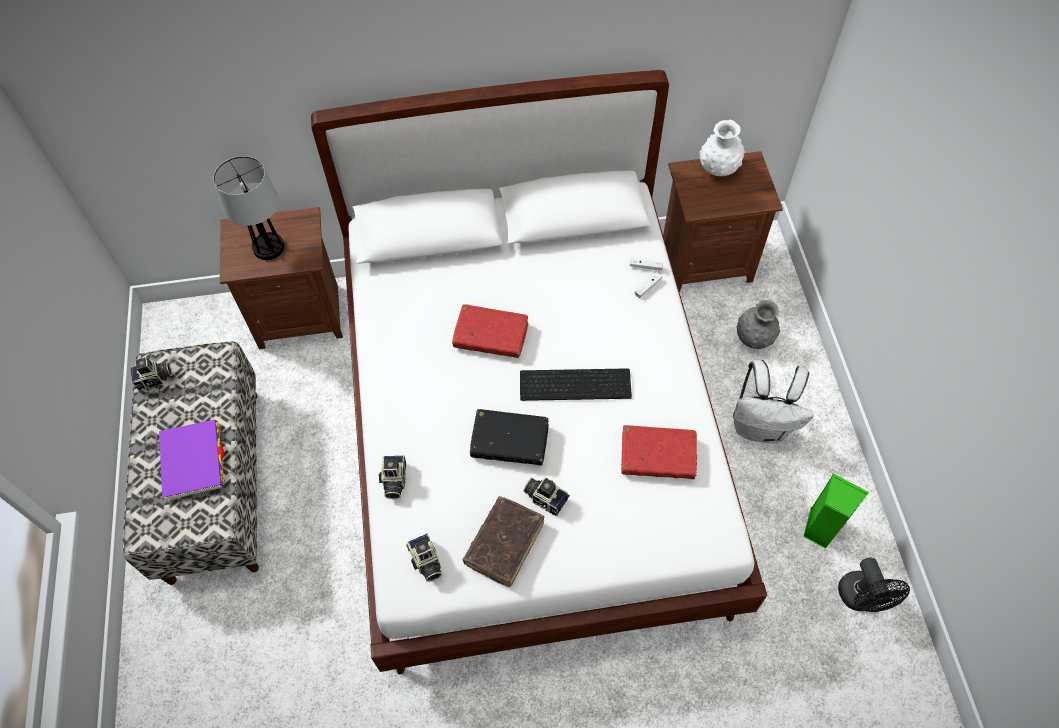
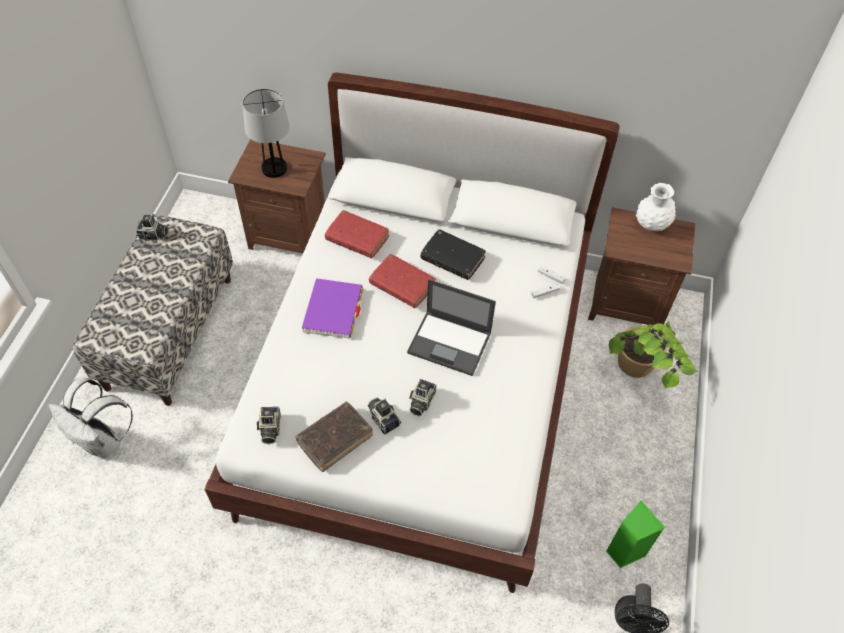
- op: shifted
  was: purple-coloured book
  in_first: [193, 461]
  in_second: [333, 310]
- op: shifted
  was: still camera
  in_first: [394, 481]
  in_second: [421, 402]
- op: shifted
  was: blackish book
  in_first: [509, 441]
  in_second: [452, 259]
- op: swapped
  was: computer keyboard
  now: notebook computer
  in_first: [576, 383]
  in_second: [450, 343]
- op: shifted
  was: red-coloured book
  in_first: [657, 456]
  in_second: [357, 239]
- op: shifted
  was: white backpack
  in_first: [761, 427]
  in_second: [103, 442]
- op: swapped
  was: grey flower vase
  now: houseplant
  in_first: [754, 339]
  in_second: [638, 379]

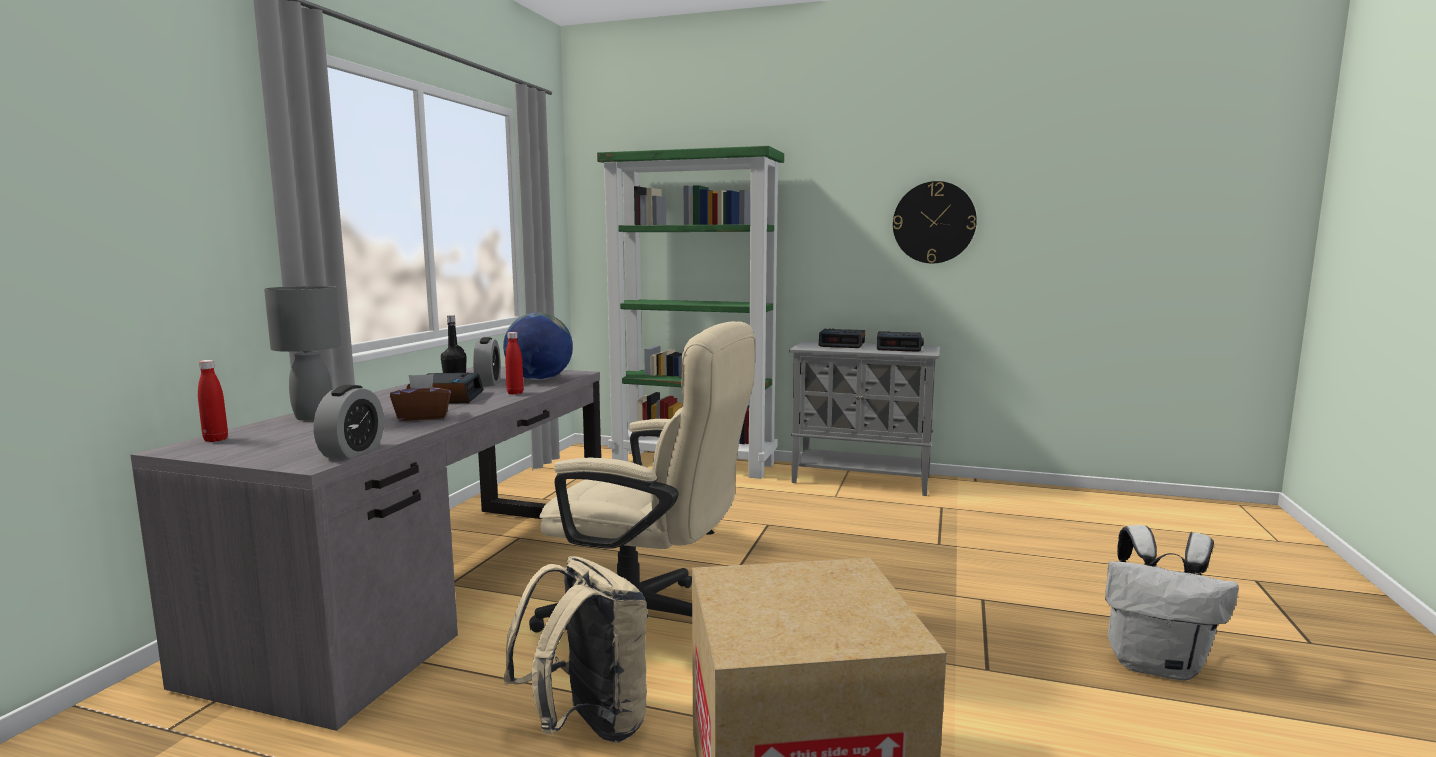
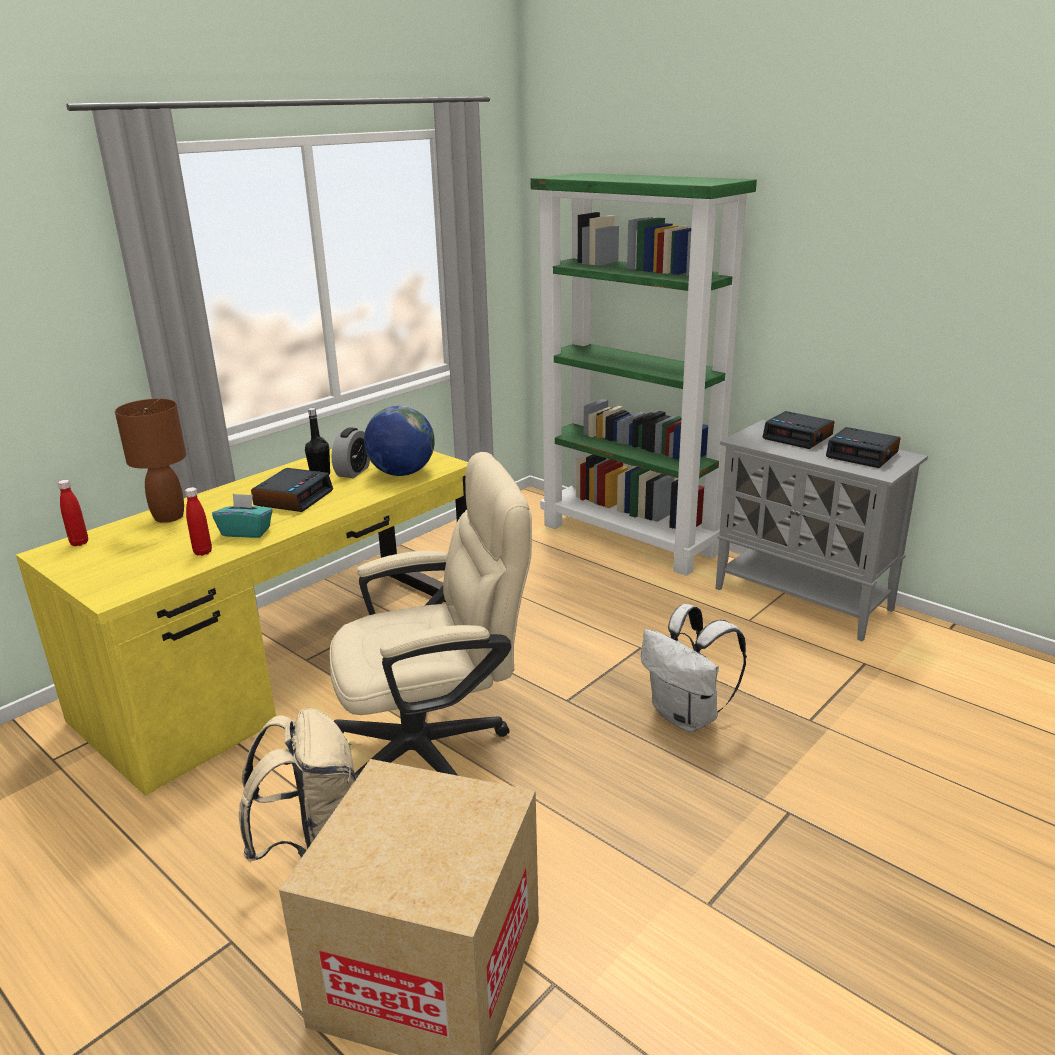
- op: repainted
  was: grey desk table
  now: yellowish desk table
  in_first: [435, 588]
  in_second: [292, 662]
- op: repainted
  was: grey table lamp
  now: brown-coloured table lamp
  in_first: [313, 417]
  in_second: [169, 517]
- op: gone
  was: table clock
  in_first: [352, 451]
- op: repainted
  was: brown-coloured box of tissues
  now: turquoise box of tissues
  in_first: [423, 417]
  in_second: [246, 532]
- op: shifted
  was: red-coloured drink bottle
  in_first: [515, 393]
  in_second: [203, 552]
- op: rotated
  was: beige-coloured office chair
  in_first: [648, 621]
  in_second: [436, 748]
  clockwise: -60
- op: gone
  was: hanging clock
  in_first: [934, 222]
- op: shifted
  was: white backpack
  in_first: [1156, 665]
  in_second: [688, 717]

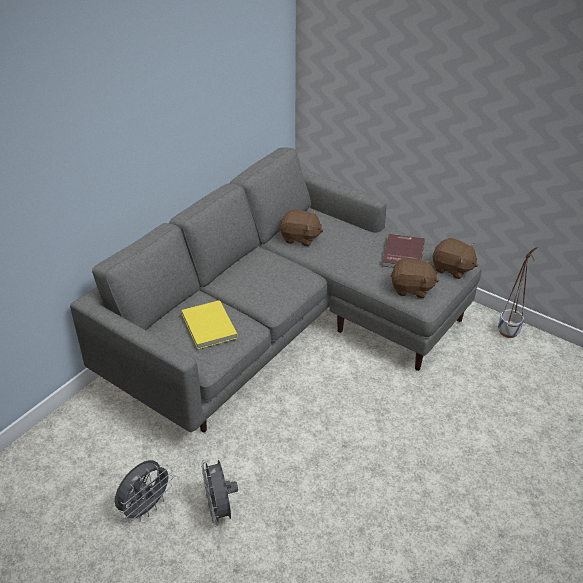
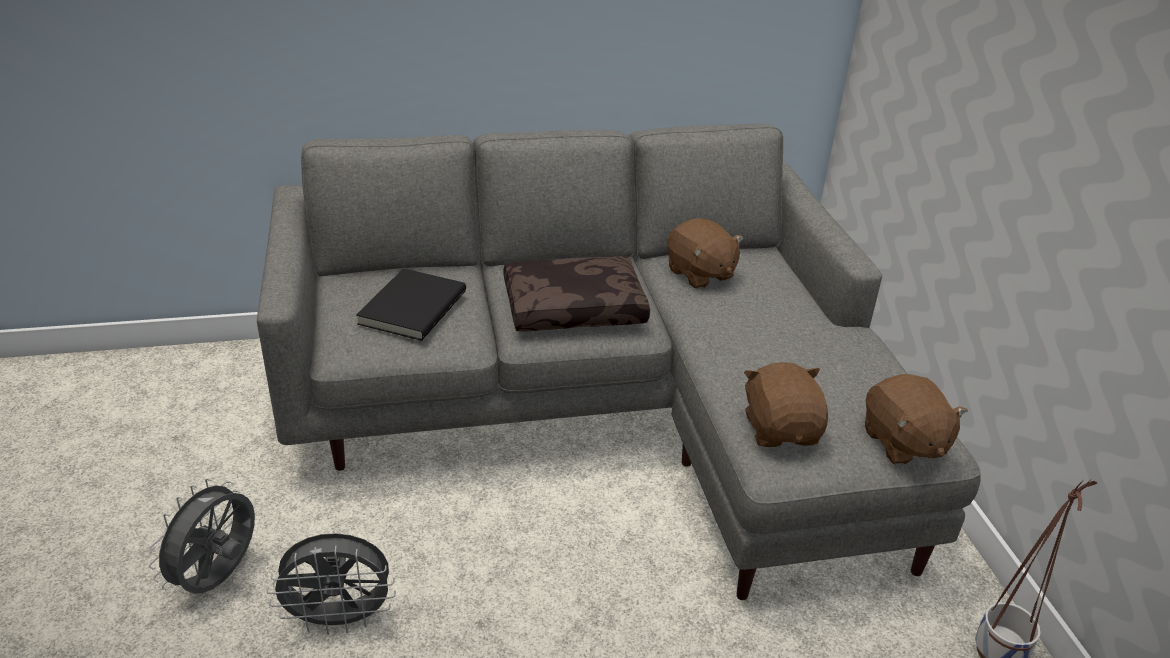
- op: shifted
  was: grey fan
  in_first: [146, 508]
  in_second: [340, 619]
- op: repainted
  was: yellowish book
  now: blackish book
  in_first: [208, 326]
  in_second: [411, 307]
- op: gone
  was: red-coloured book
  in_first: [402, 254]
- op: rotated
  was: brown-coloured cuddly toy
  in_first: [411, 289]
  in_second: [781, 430]
  clockwise: -150
- op: new
  now: brown-coloured cushion
  in_second: [574, 307]

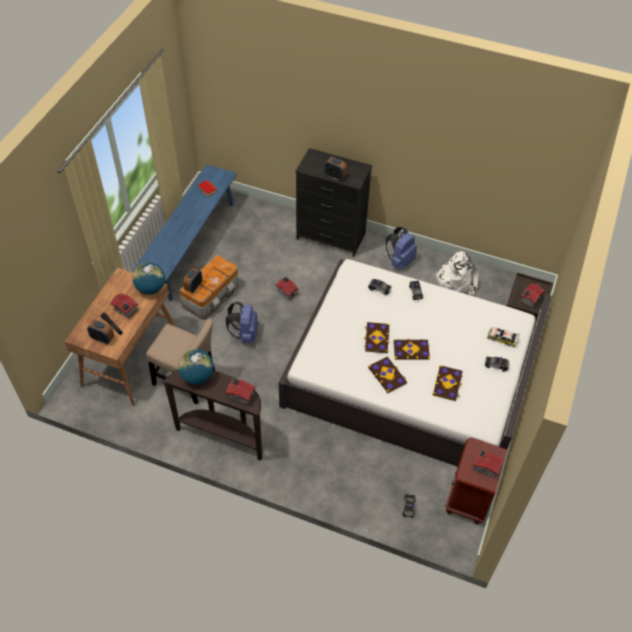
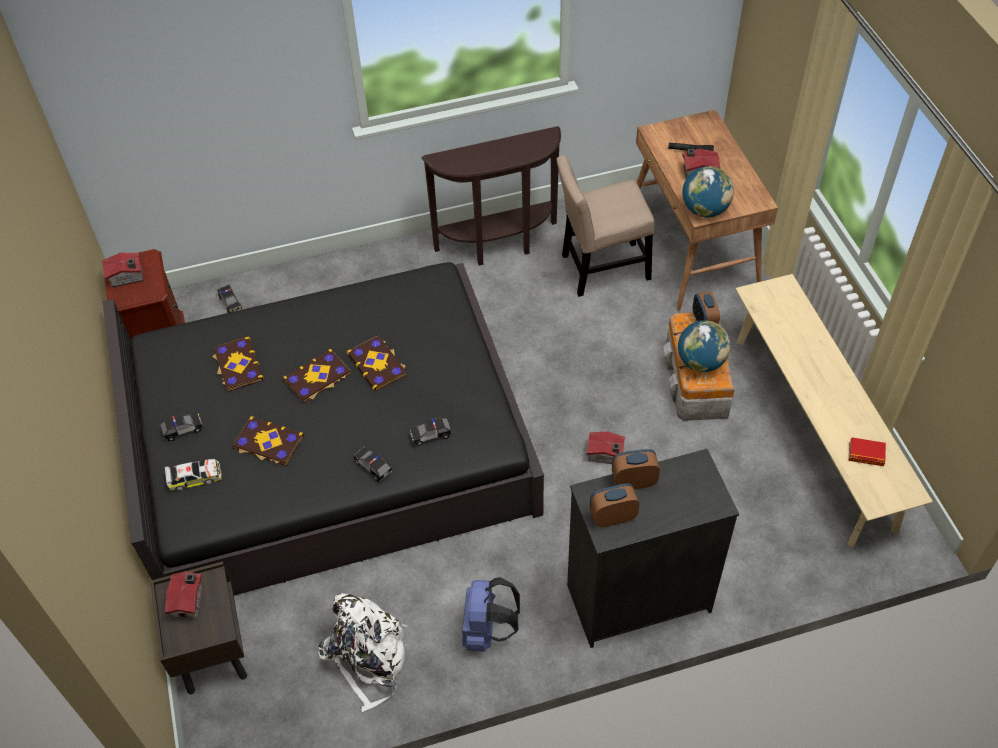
- op: shifted
  was: table clock
  in_first: [102, 339]
  in_second: [612, 517]
- op: repainted
  was: bluish bench
  now: beige-coloured bench
  in_first: [191, 246]
  in_second: [813, 430]
- op: shifted
  was: globe
  in_first: [197, 376]
  in_second: [701, 362]
- op: gone
  was: bluish backpack
  in_first: [245, 334]
- op: gone
  was: miniature house
  in_first: [241, 395]
- op: repainted
  was: white bed
  now: blackish bed
  in_first: [410, 376]
  in_second: [331, 448]
- op: shifted
  was: book
  in_first: [387, 375]
  in_second: [268, 443]

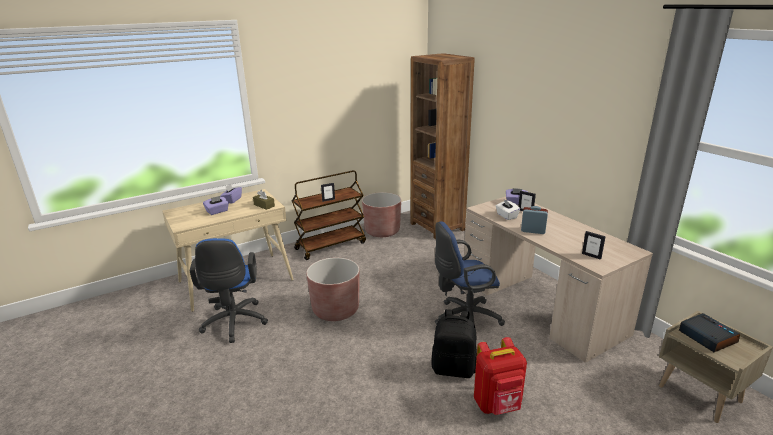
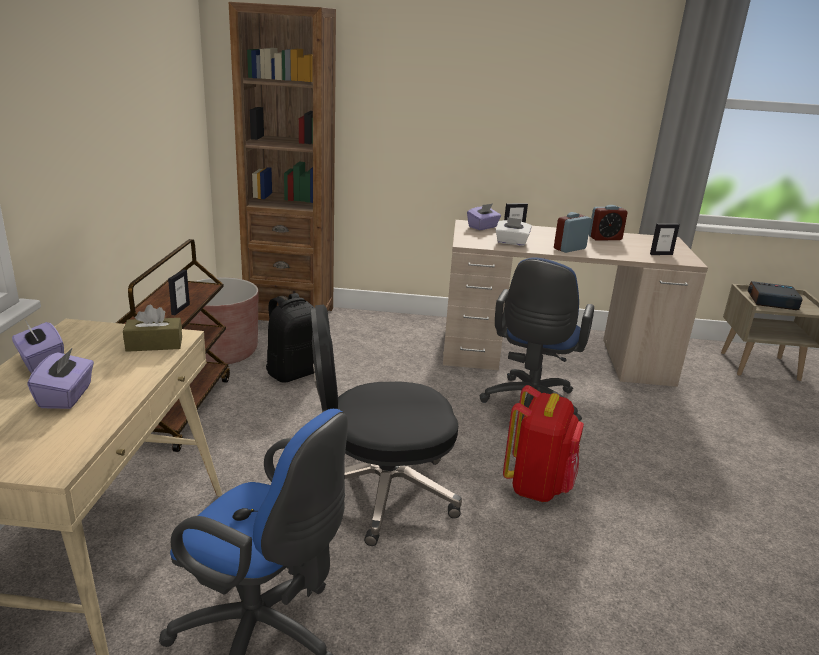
- op: swapped
  was: brown-coloured plant pot
  now: blackish office chair
  in_first: [335, 310]
  in_second: [380, 492]
- op: shifted
  was: blackish backpack
  in_first: [454, 368]
  in_second: [295, 372]
- op: shifted
  was: red-coloured backpack
  in_first: [497, 405]
  in_second: [538, 486]
- op: new
  now: table clock
  in_second: [605, 238]

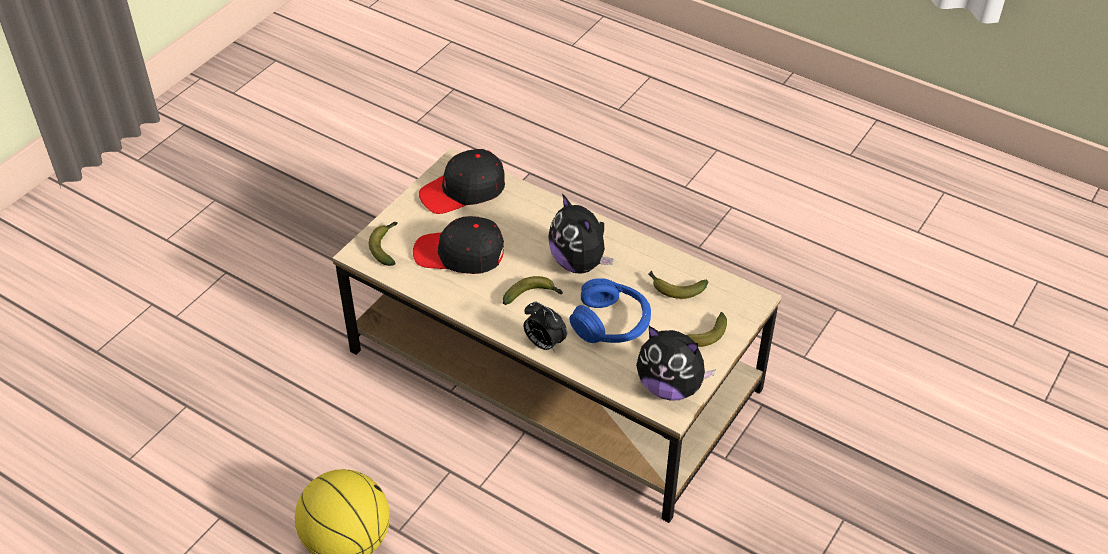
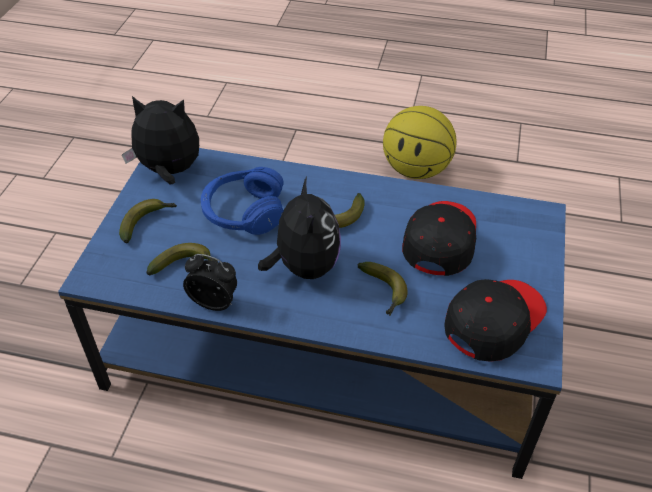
- op: repainted
  was: beige-coloured coffee table
  now: bluish coffee table
  in_first: [554, 369]
  in_second: [325, 346]
- op: shifted
  was: banana fruit
  in_first: [386, 246]
  in_second: [384, 292]
- op: rotated
  was: blackish peaked cap
  in_first: [460, 254]
  in_second: [440, 241]
  clockwise: -60
- op: shifted
  was: table clock
  in_first: [544, 343]
  in_second: [215, 302]
- op: rotated
  was: cuddly toy
  in_first: [579, 263]
  in_second: [304, 266]
  clockwise: 45

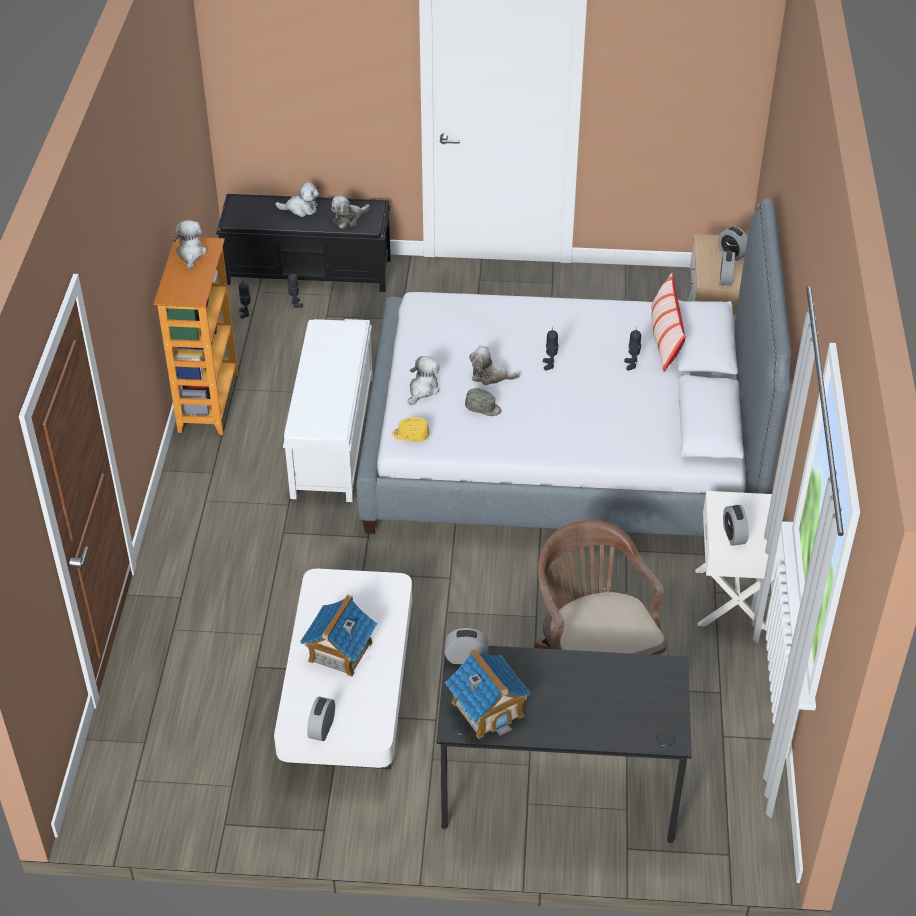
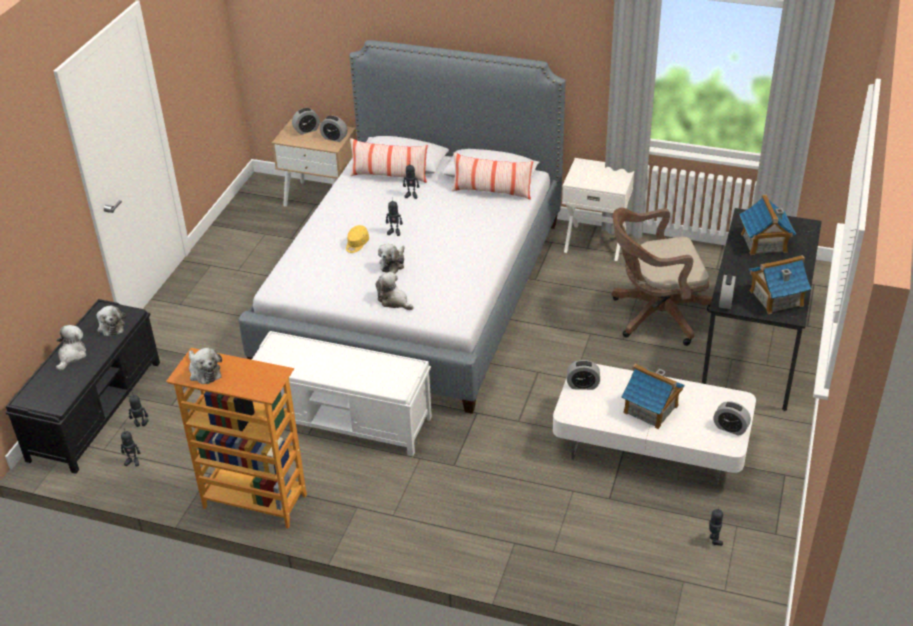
- op: rotated
  was: cuddly toy
  in_first: [190, 254]
  in_second: [204, 372]
  clockwise: -135
- op: shifted
  was: yellowish peaked cap
  in_first: [410, 435]
  in_second: [356, 244]
- op: gone
  was: grey peaked cap
  in_first: [483, 408]
- op: shifted
  was: table clock
  in_first: [733, 535]
  in_second: [582, 385]
- op: new
  now: cushion
  in_second: [492, 192]
- op: new
  now: toy robot
  in_second: [714, 540]
- op: new
  now: miniature house
  in_second: [764, 243]

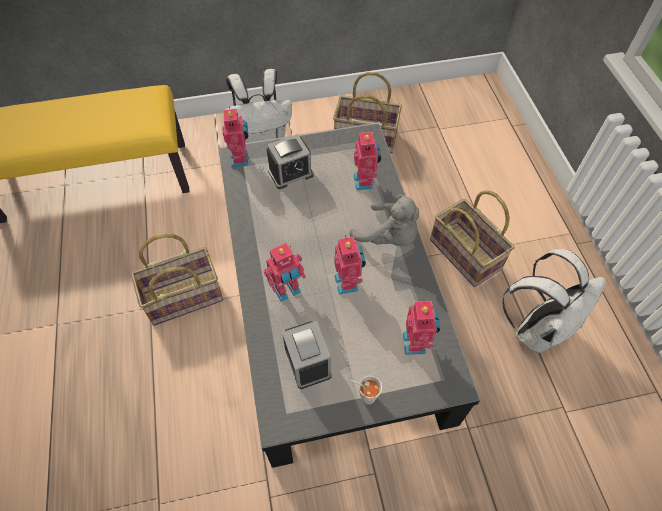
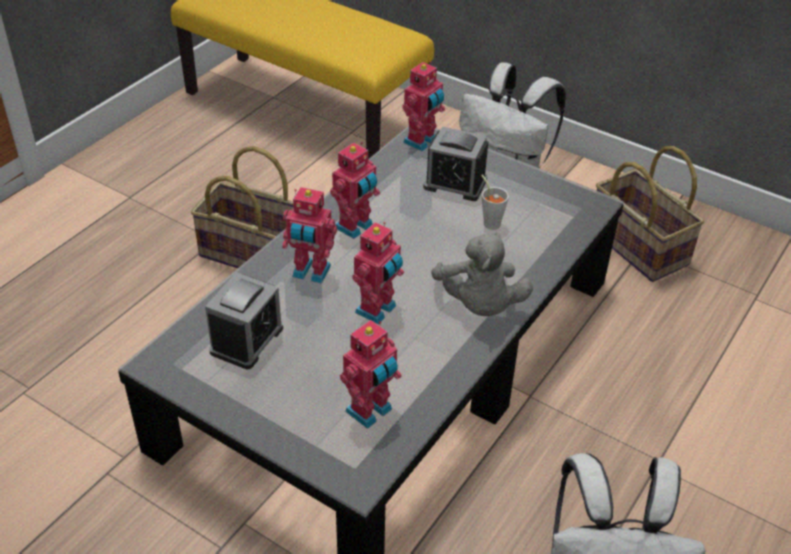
- op: shifted
  was: grey small cup
  in_first: [365, 396]
  in_second: [490, 221]
- op: shifted
  was: toy robot
  in_first: [365, 181]
  in_second: [355, 227]
- op: gone
  was: basket
  in_first: [466, 254]

